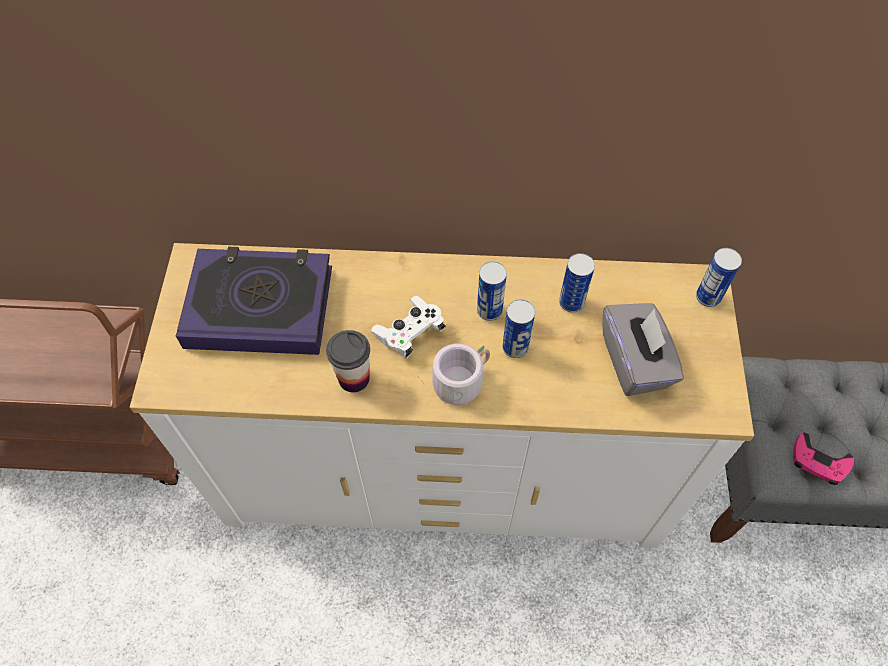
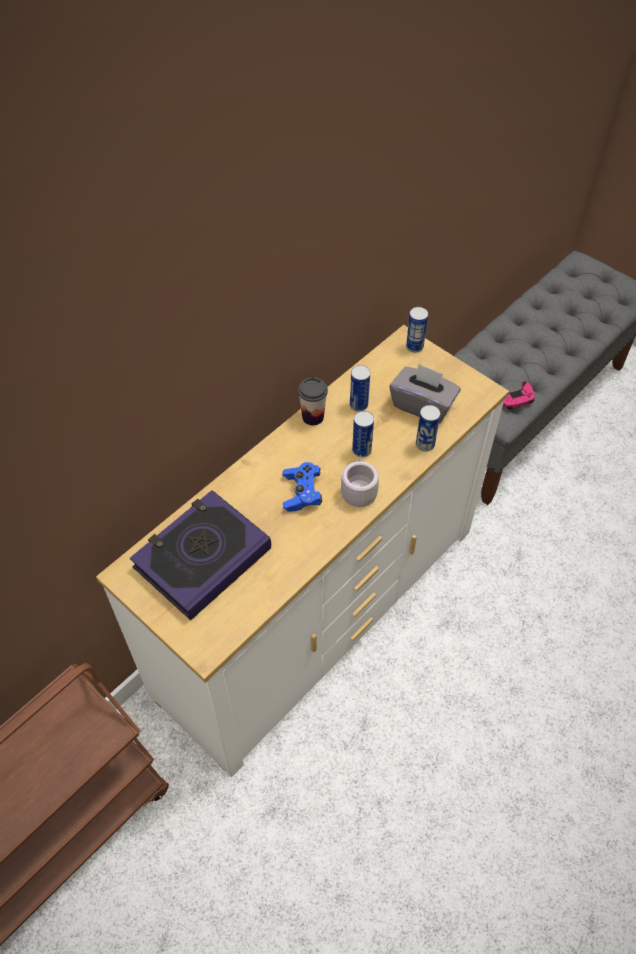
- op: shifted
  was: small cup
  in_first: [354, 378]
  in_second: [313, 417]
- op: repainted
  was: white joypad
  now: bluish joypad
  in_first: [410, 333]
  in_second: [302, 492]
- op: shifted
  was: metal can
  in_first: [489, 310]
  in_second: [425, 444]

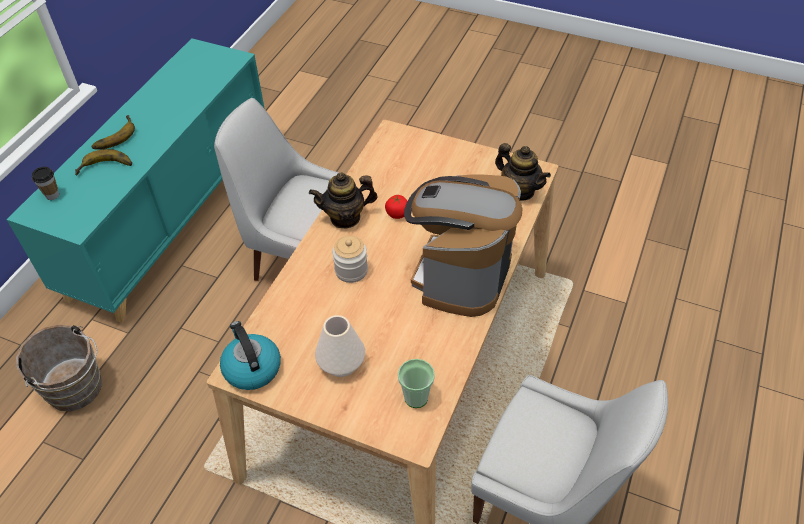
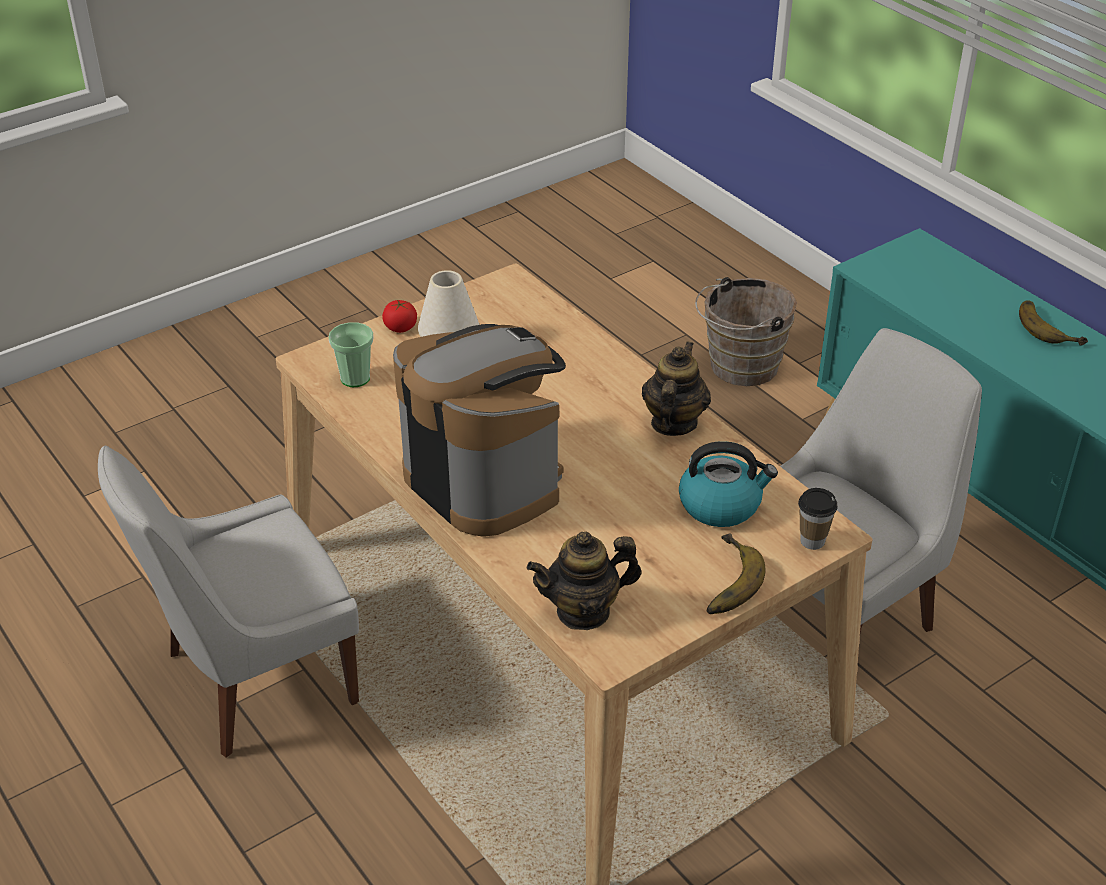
- op: shifted
  was: small cup
  in_first: [52, 195]
  in_second: [812, 541]
- op: shifted
  was: banana fruit
  in_first: [105, 168]
  in_second: [723, 580]
- op: shifted
  was: tea kettle
  in_first: [251, 368]
  in_second: [721, 505]
- op: gone
  was: preserve jar
  in_first: [351, 270]
- op: shifted
  was: fresh tomato
  in_first: [397, 213]
  in_second: [400, 327]

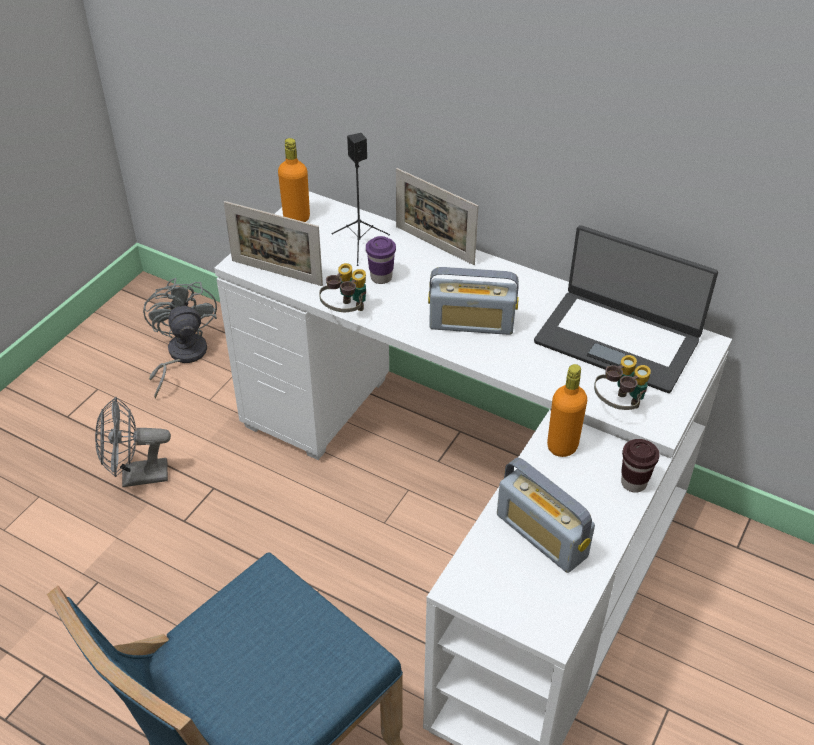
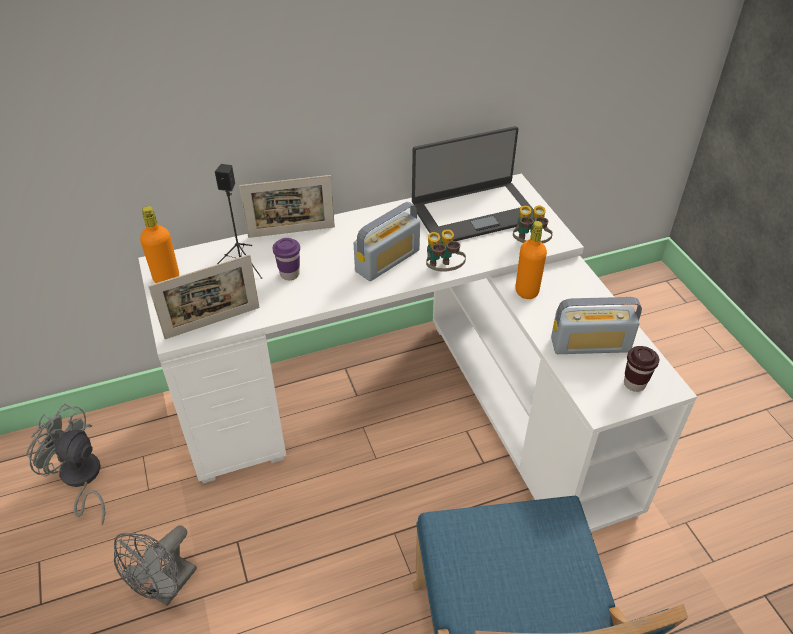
- op: shifted
  was: binoculars
  in_first: [346, 312]
  in_second: [442, 272]
- op: shifted
  was: brown-coloured small cup
  in_first: [633, 483]
  in_second: [634, 384]

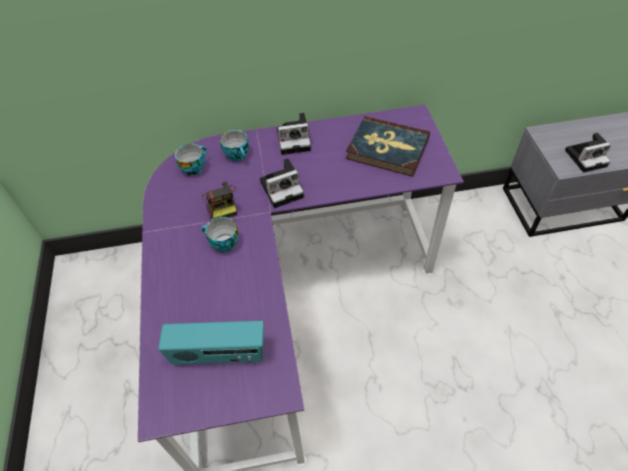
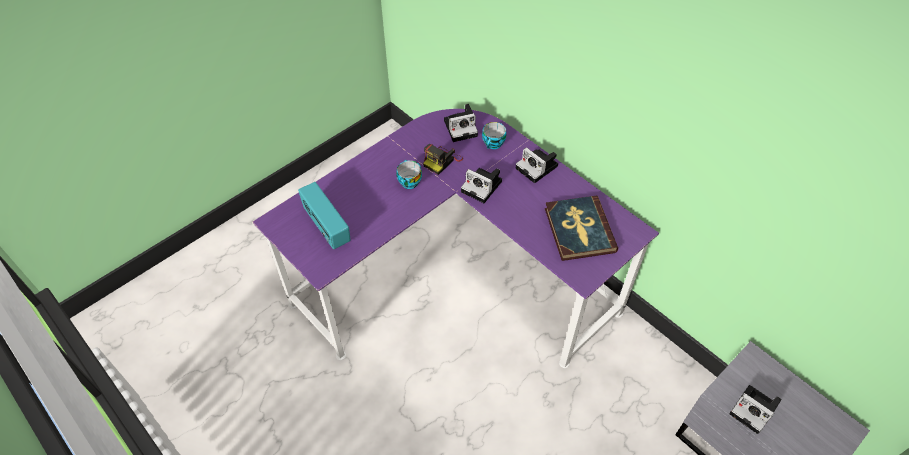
- op: swapped
  was: small cup
  now: still camera
  in_first: [194, 167]
  in_second: [461, 127]

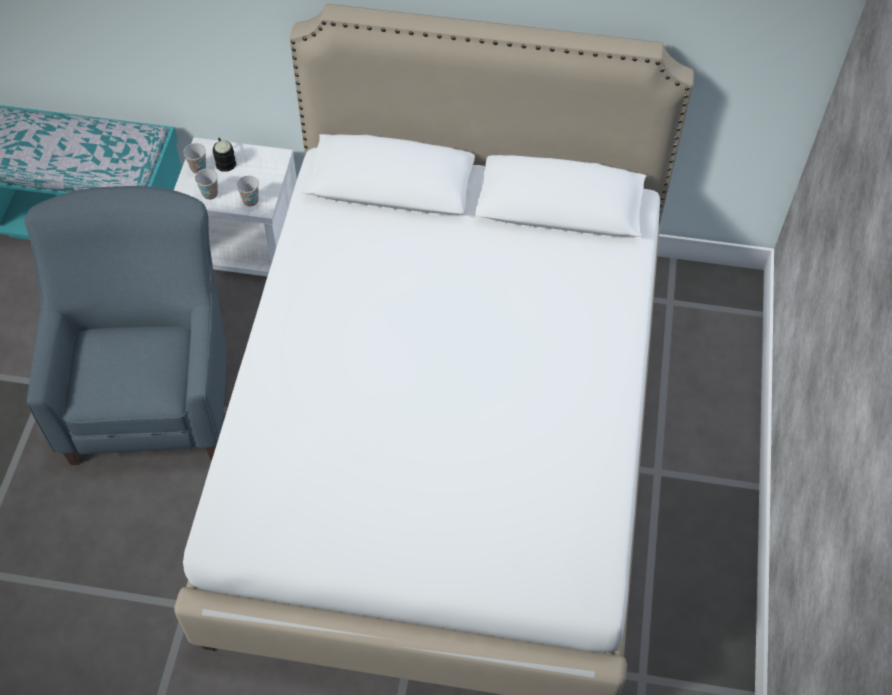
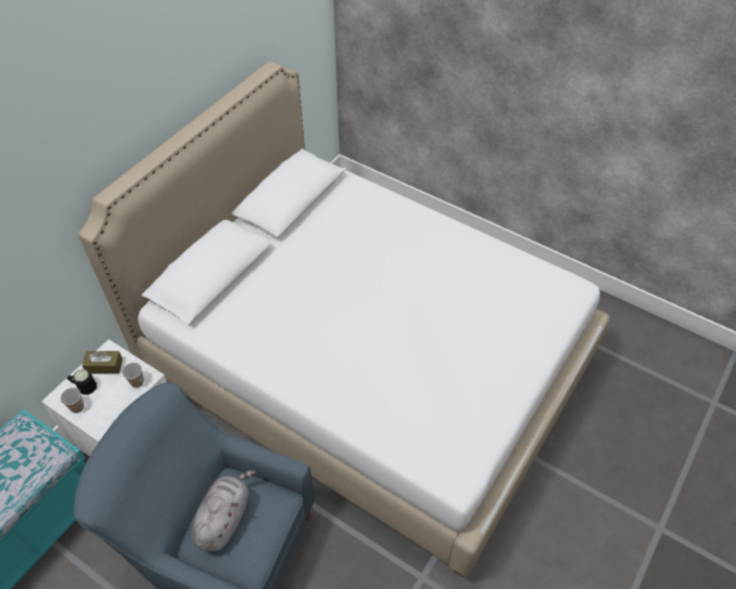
- op: gone
  was: small cup
  in_first: [210, 194]
- op: new
  now: brown-coloured box of tissues
  in_second: [104, 366]
- op: new
  now: grey cuddly toy
  in_second: [224, 518]

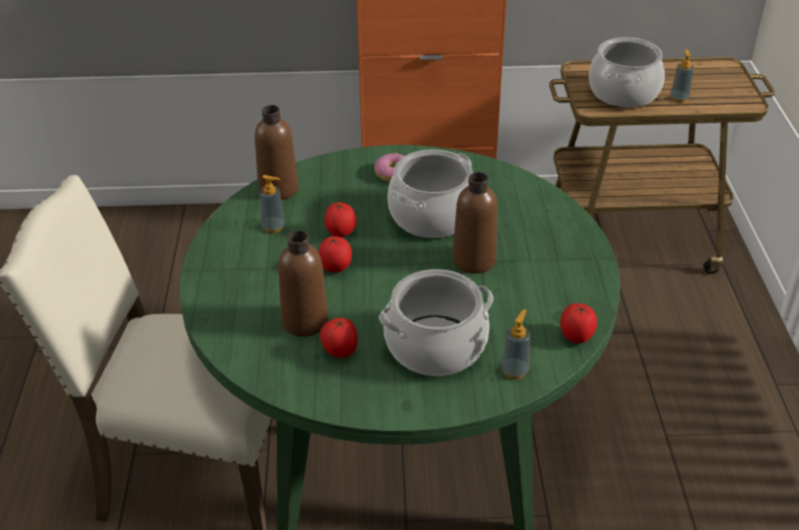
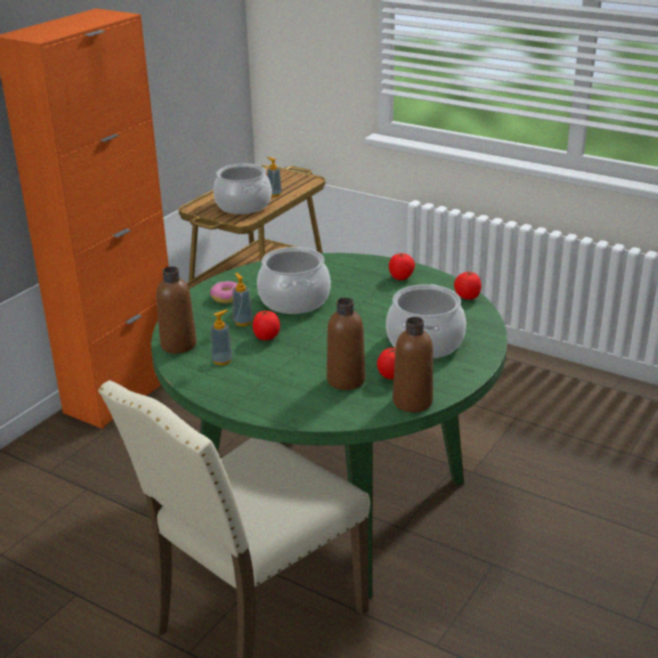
- op: shifted
  was: fresh tomato
  in_first: [336, 268]
  in_second: [401, 278]
- op: shifted
  was: brown-coloured drink bottle
  in_first: [474, 260]
  in_second: [412, 401]
- op: shifted
  was: liquid soap bottle
  in_first: [514, 371]
  in_second: [243, 322]

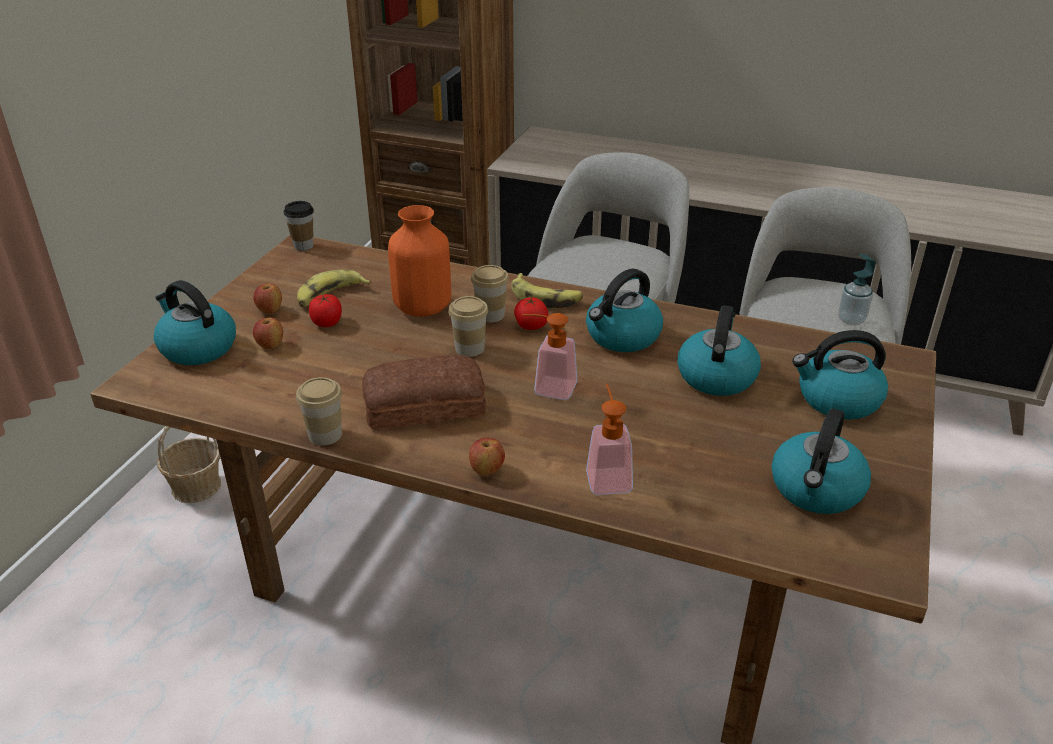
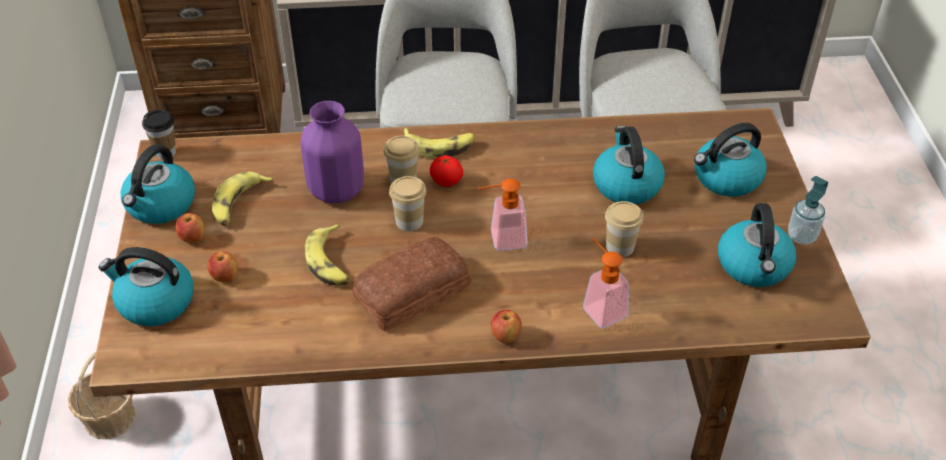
- op: shifted
  was: small cup
  in_first: [325, 435]
  in_second: [620, 247]
- op: gone
  was: fresh tomato
  in_first: [327, 322]
- op: repainted
  was: orangey flower vase
  now: purple-coloured flower vase
  in_first: [423, 308]
  in_second: [337, 190]
- op: shifted
  was: tea kettle
  in_first: [622, 337]
  in_second: [160, 205]
- op: shifted
  was: liquid soap bottle
  in_first: [851, 320]
  in_second: [801, 236]
- op: new
  now: banana fruit
  in_second: [330, 263]

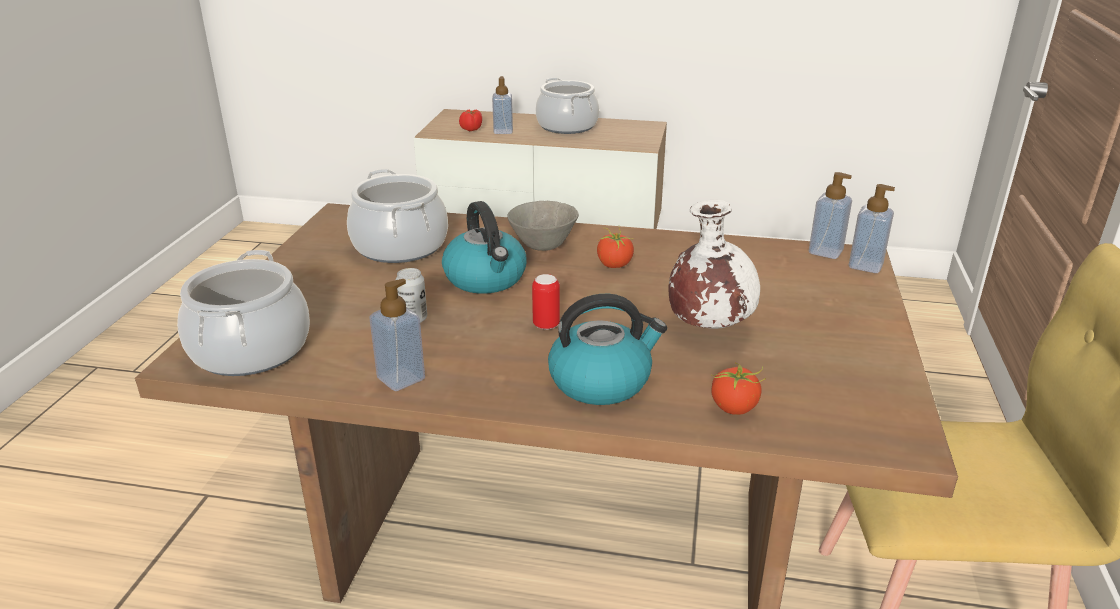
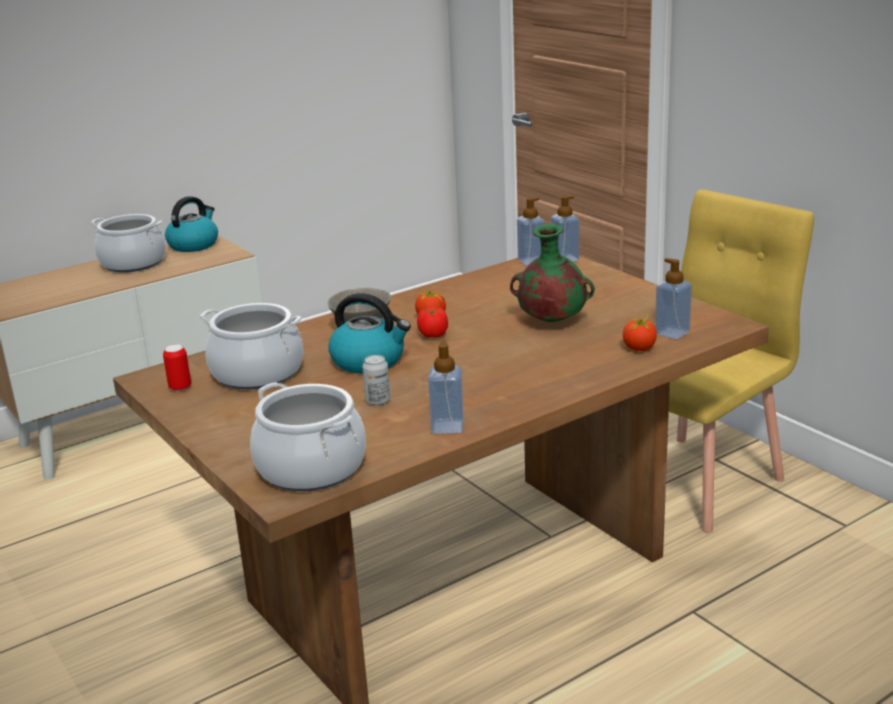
- op: shifted
  was: fresh tomato
  in_first: [471, 129]
  in_second: [432, 335]
- op: shifted
  was: liquid soap bottle
  in_first: [503, 131]
  in_second: [672, 333]
- op: shifted
  was: metal can
  in_first: [546, 325]
  in_second: [180, 388]
- op: shifted
  was: tea kettle
  in_first: [601, 381]
  in_second: [194, 245]
- op: repainted
  was: white flower vase
  now: green-coloured flower vase
  in_first: [708, 326]
  in_second: [551, 322]

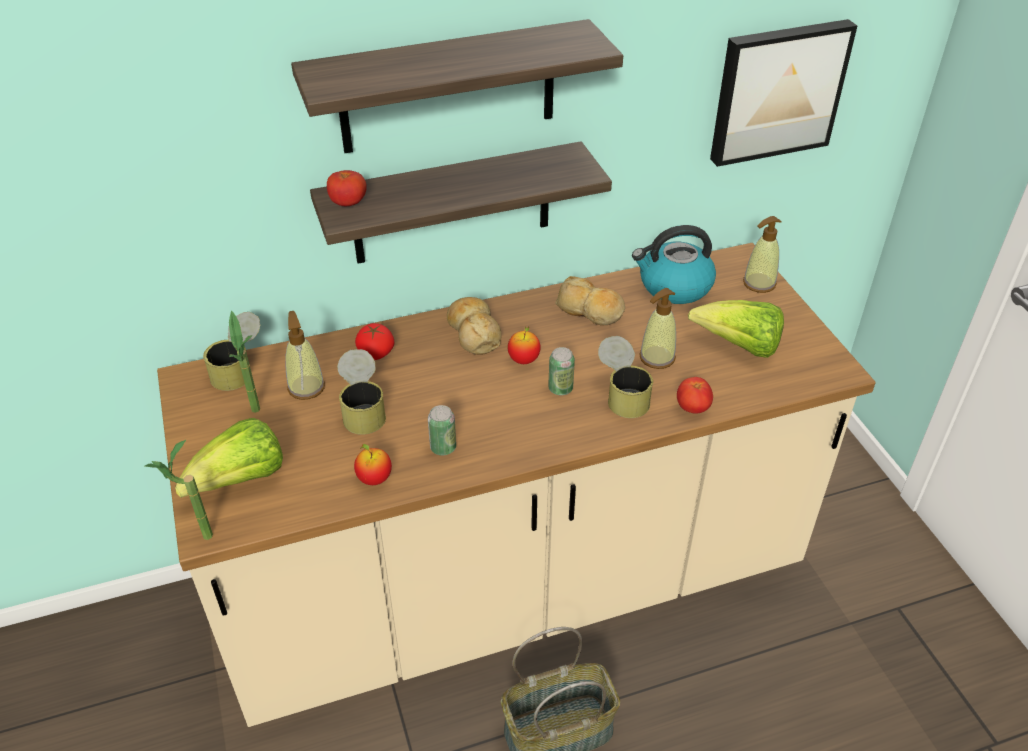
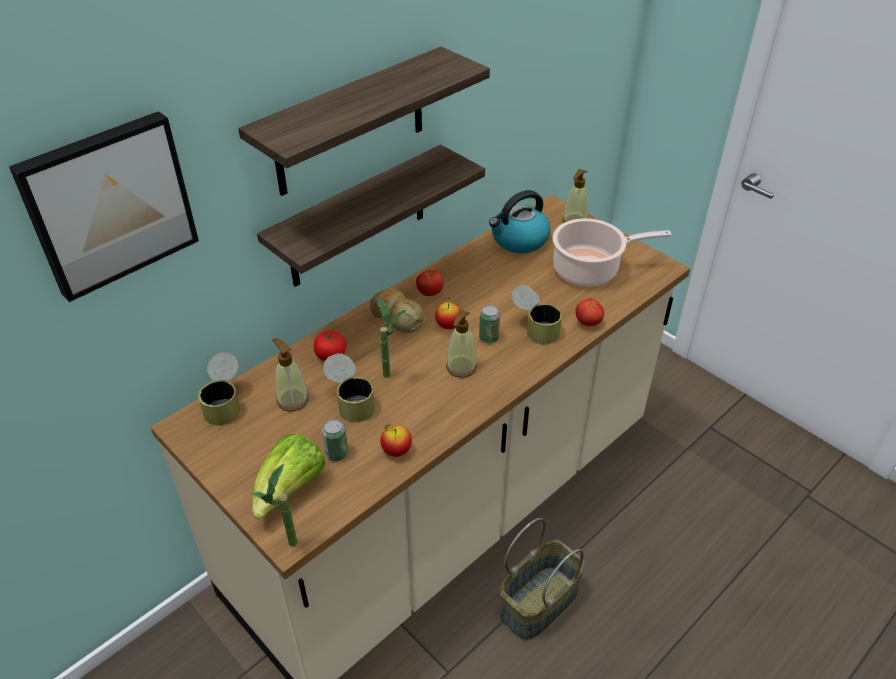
- op: shifted
  was: houseplant
  in_first: [259, 415]
  in_second: [393, 378]
- op: shifted
  was: fresh tomato
  in_first: [348, 203]
  in_second: [430, 293]
- op: shifted
  was: metal can
  in_first: [443, 447]
  in_second: [337, 454]
- op: gone
  was: baked bread
  in_first: [590, 311]
- op: shifted
  was: liquid soap bottle
  in_first: [656, 358]
  in_second: [461, 367]
- op: swapped
  was: lettuce
  now: cooking pot
  in_first: [739, 346]
  in_second: [590, 270]
- op: shifted
  was: wall picture
  in_first: [777, 91]
  in_second: [109, 203]

